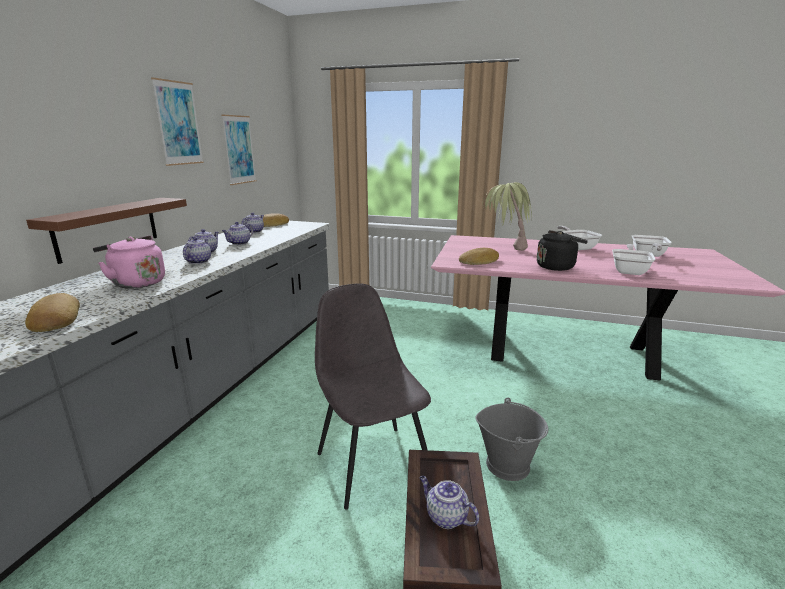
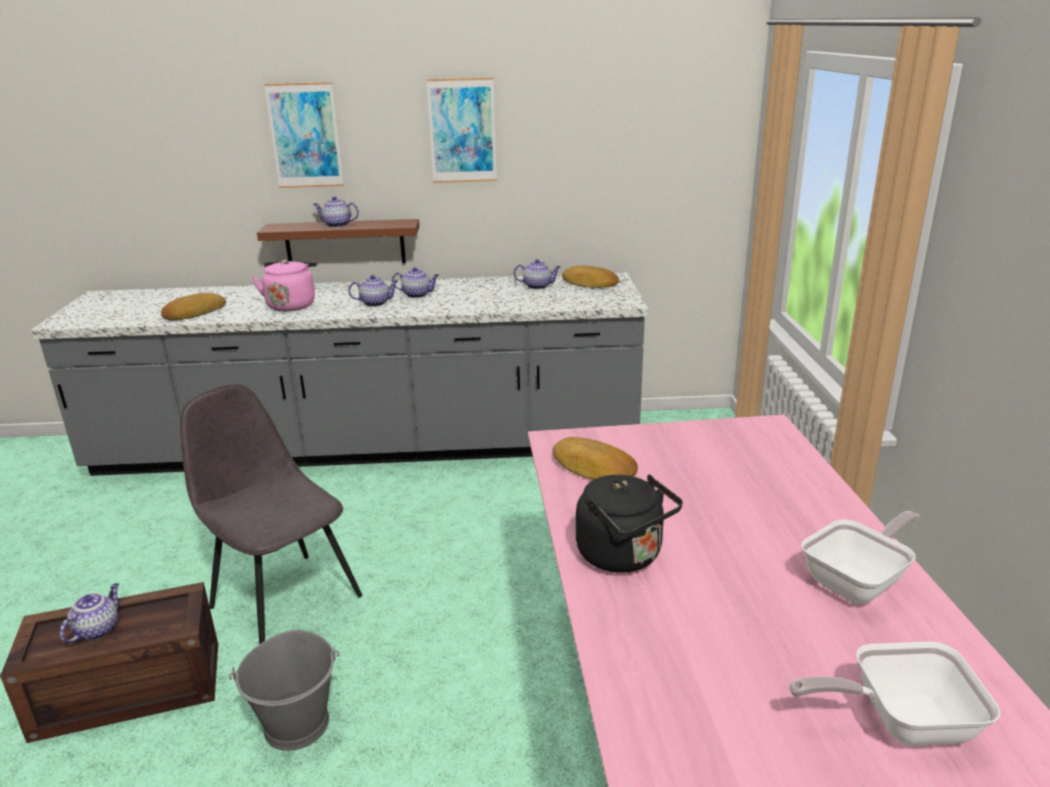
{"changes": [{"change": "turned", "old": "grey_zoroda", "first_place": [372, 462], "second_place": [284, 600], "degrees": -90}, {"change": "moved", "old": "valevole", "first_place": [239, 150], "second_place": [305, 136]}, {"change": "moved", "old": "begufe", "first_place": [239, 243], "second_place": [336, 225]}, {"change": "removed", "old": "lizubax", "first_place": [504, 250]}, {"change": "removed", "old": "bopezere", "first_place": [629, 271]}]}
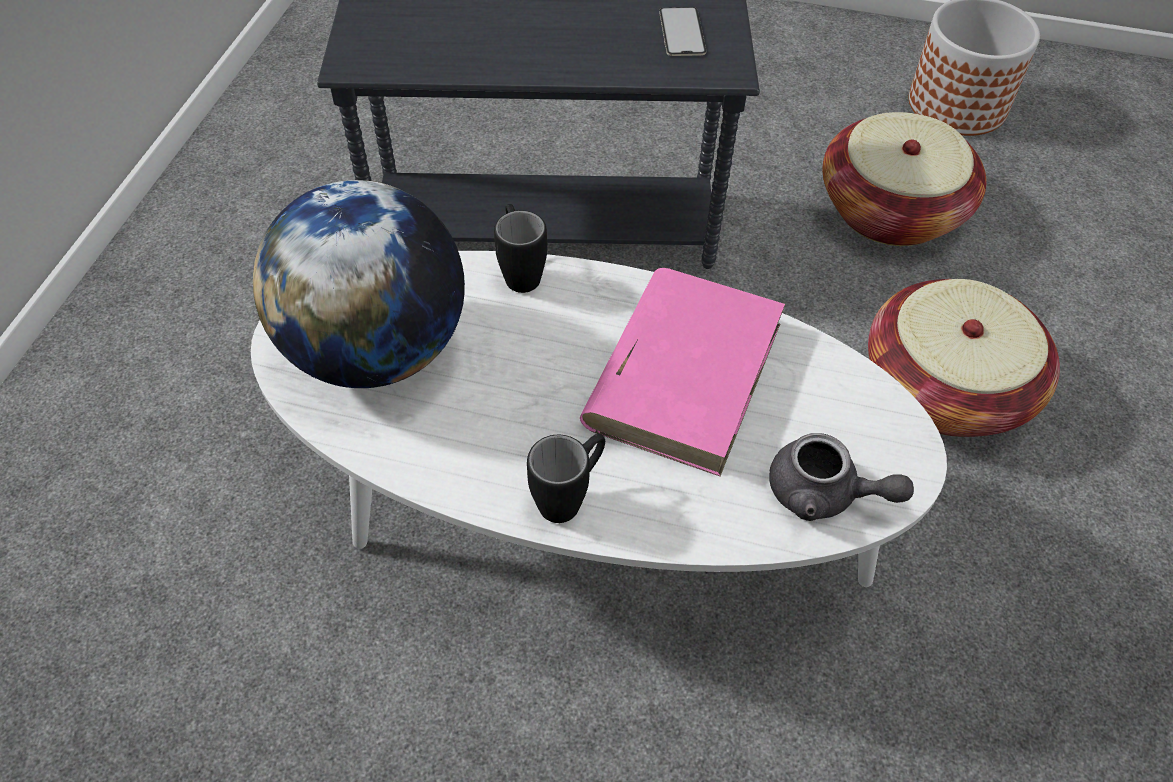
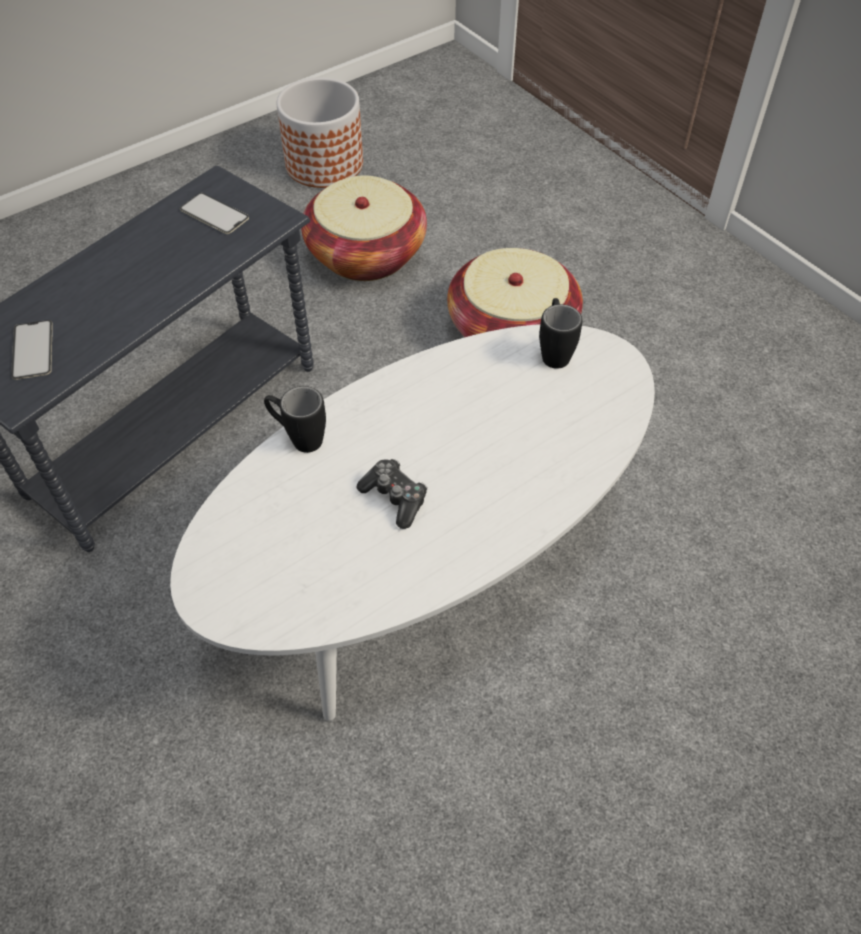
{"changes": [{"change": "added", "new": "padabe", "second_place": [32, 350]}, {"change": "added", "new": "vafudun", "second_place": [395, 497]}, {"change": "moved", "old": "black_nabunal", "first_place": [570, 496], "second_place": [554, 351]}, {"change": "removed", "old": "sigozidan", "first_place": [376, 350]}, {"change": "removed", "old": "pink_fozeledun", "first_place": [684, 372]}, {"change": "removed", "old": "grey_begufe", "first_place": [824, 494]}]}
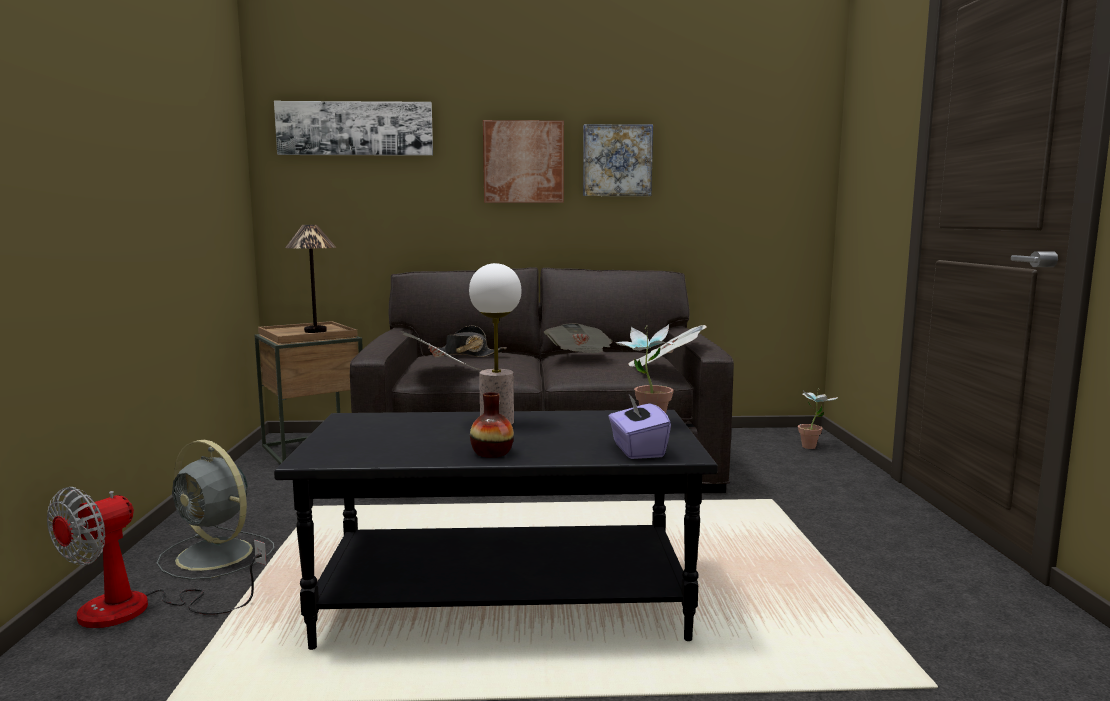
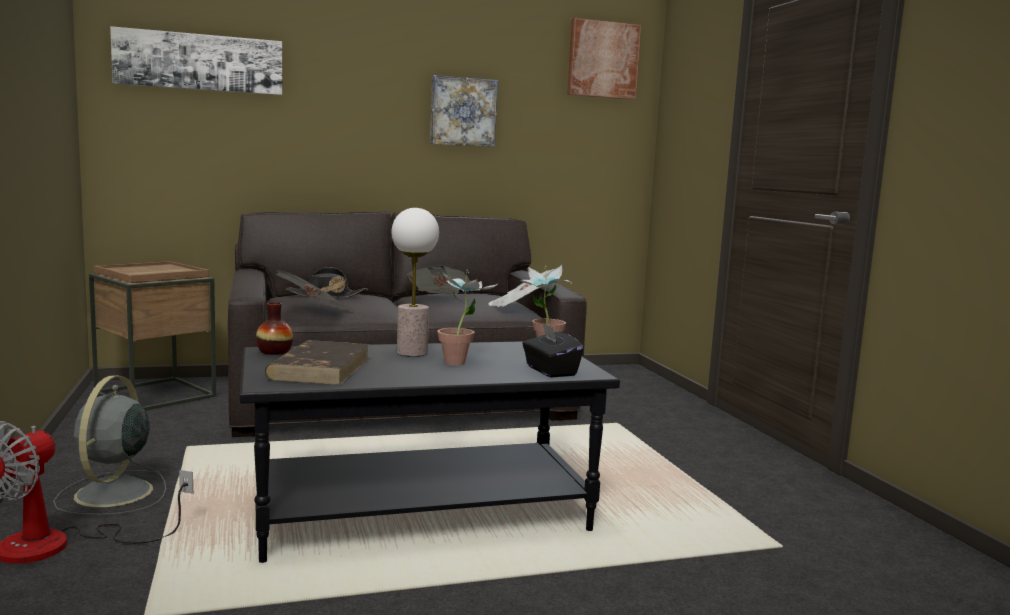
{"changes": [{"change": "turned", "old": "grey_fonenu", "first_place": [217, 555], "second_place": [112, 494], "degrees": 75}, {"change": "moved", "old": "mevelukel", "first_place": [492, 453], "second_place": [274, 352]}, {"change": "added", "new": "brown_fozeledun", "second_place": [320, 368]}, {"change": "moved", "old": "lizubax", "first_place": [813, 446], "second_place": [462, 362]}, {"change": "recoloured", "old": "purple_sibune", "new": "black_sibune", "first_place": [637, 450], "second_place": [550, 371]}, {"change": "moved", "old": "valevole", "first_place": [523, 162], "second_place": [603, 60]}, {"change": "removed", "old": "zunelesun", "first_place": [316, 331]}]}
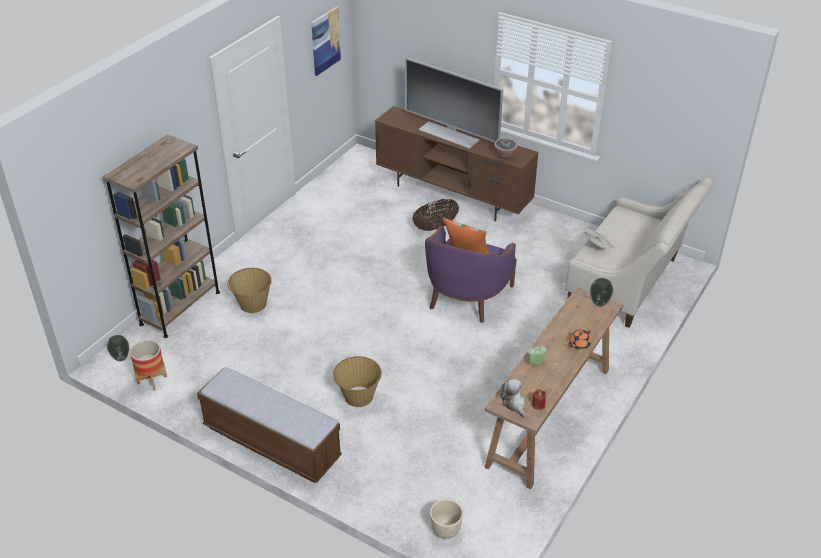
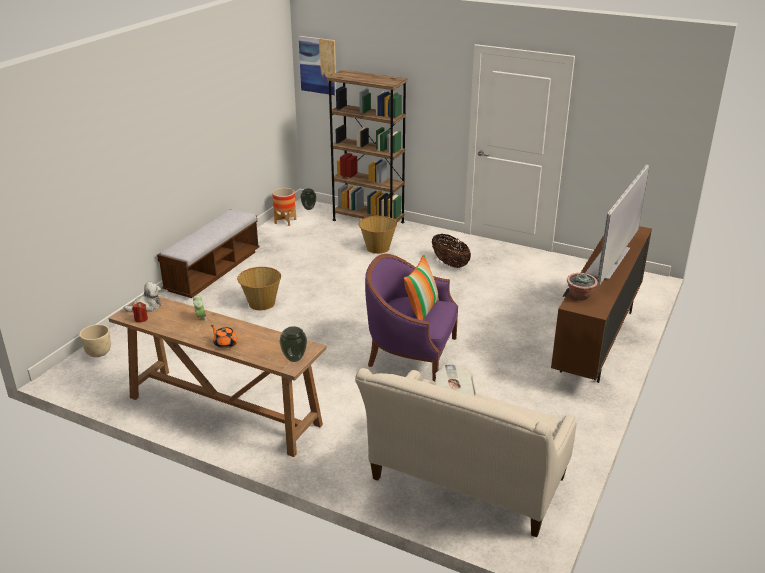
{"changes": [{"change": "moved", "old": "valevole", "first_place": [325, 41], "second_place": [318, 65]}, {"change": "moved", "old": "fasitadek", "first_place": [435, 226], "second_place": [450, 263]}]}
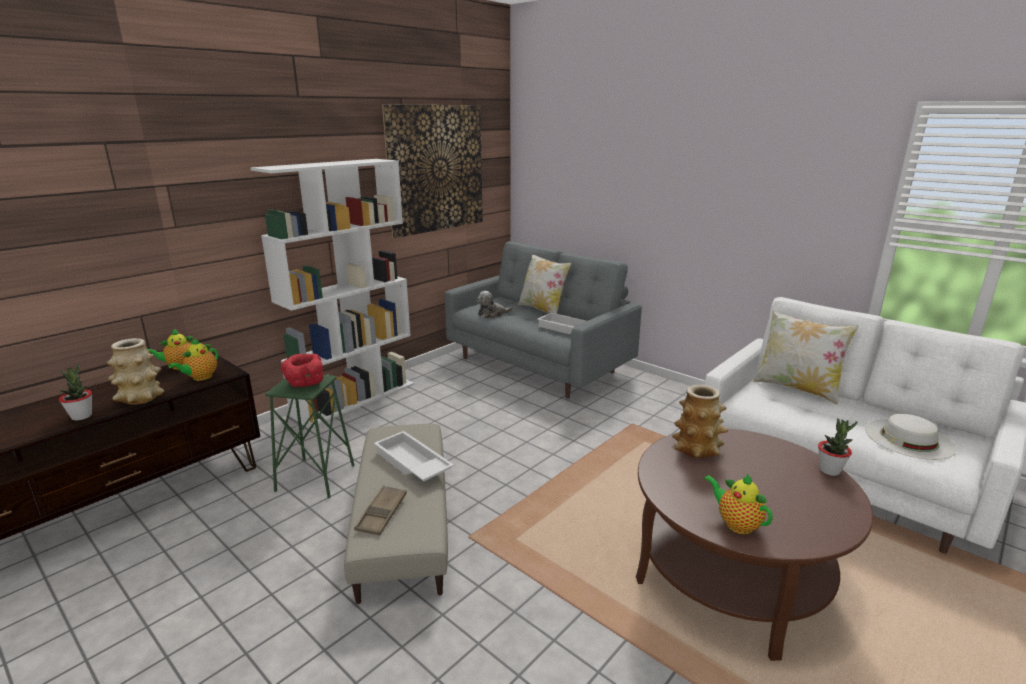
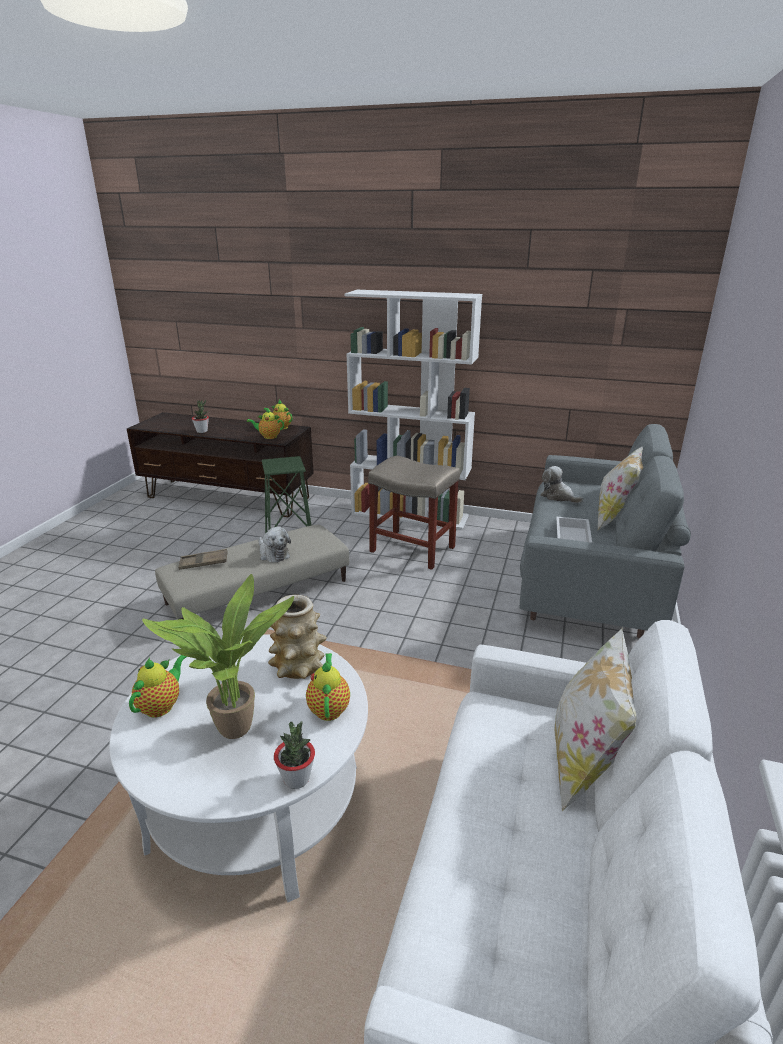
{"changes": [{"change": "recoloured", "old": "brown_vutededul", "new": "white_vutededul", "first_place": [732, 578], "second_place": [257, 806]}, {"change": "added", "new": "lizubax", "second_place": [238, 733]}, {"change": "replaced", "old": "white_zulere", "new": "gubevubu", "first_place": [411, 464], "second_place": [273, 554]}, {"change": "added", "new": "begufe", "second_place": [329, 708]}, {"change": "added", "new": "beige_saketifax", "second_place": [413, 549]}, {"change": "removed", "old": "mevelukel", "first_place": [140, 398]}, {"change": "removed", "old": "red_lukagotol", "first_place": [305, 384]}, {"change": "removed", "old": "valevole", "first_place": [436, 169]}, {"change": "removed", "old": "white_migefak", "first_place": [908, 438]}]}
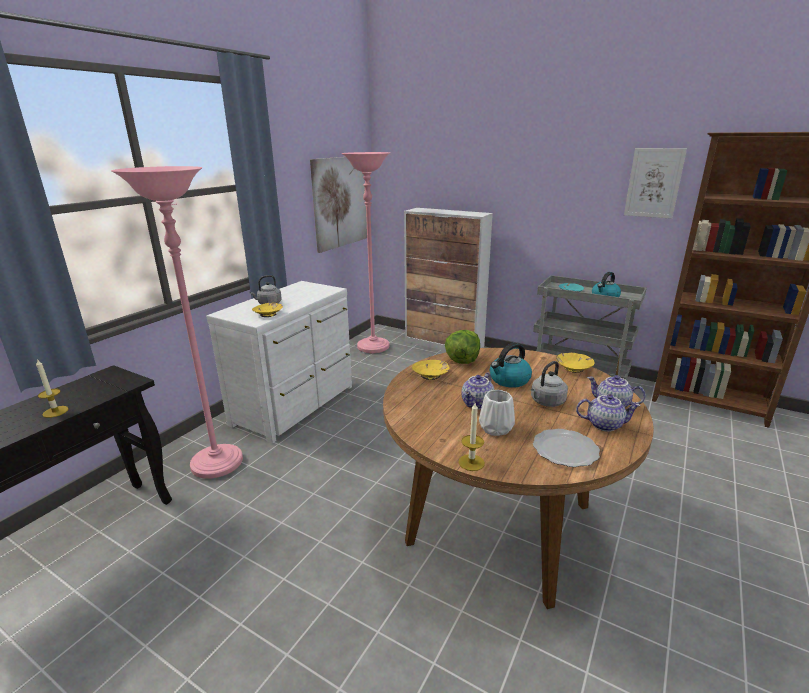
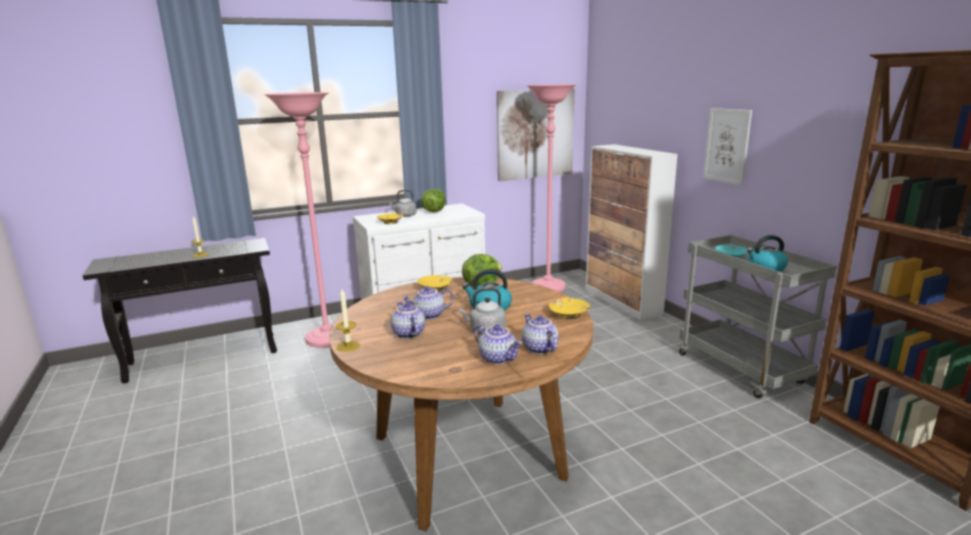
{"changes": [{"change": "replaced", "old": "white_mevelukel", "new": "begufe", "first_place": [496, 429], "second_place": [408, 334]}, {"change": "added", "new": "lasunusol", "second_place": [433, 211]}, {"change": "moved", "old": "valevole", "first_place": [654, 183], "second_place": [727, 146]}, {"change": "removed", "old": "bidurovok", "first_place": [564, 449]}]}
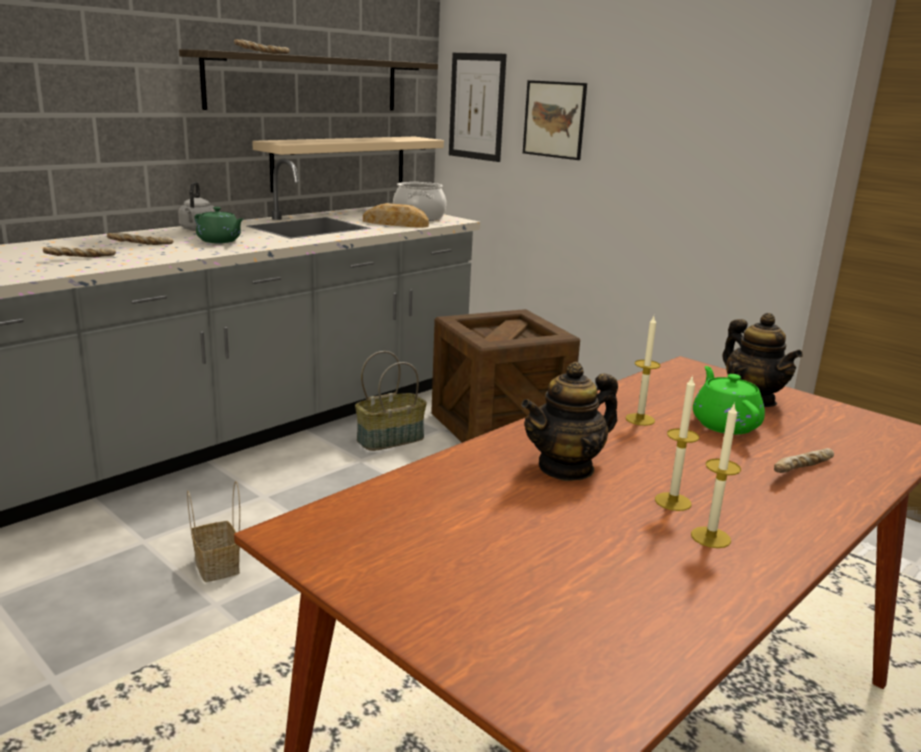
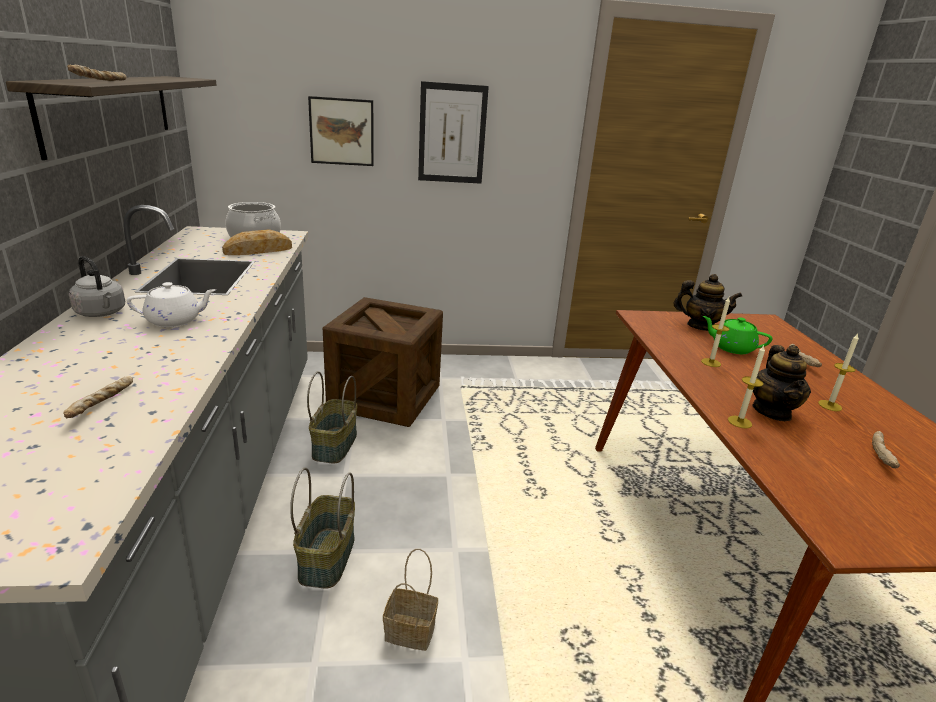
{"changes": [{"change": "recoloured", "old": "green_begufe", "new": "white_begufe", "first_place": [220, 241], "second_place": [175, 320]}, {"change": "added", "new": "fasitadek", "second_place": [326, 557]}, {"change": "moved", "old": "valevole", "first_place": [477, 107], "second_place": [452, 134]}, {"change": "moved", "old": "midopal", "first_place": [710, 537], "second_place": [739, 422]}, {"change": "moved", "old": "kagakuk", "first_place": [141, 245], "second_place": [883, 456]}, {"change": "removed", "old": "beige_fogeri", "first_place": [340, 162]}]}
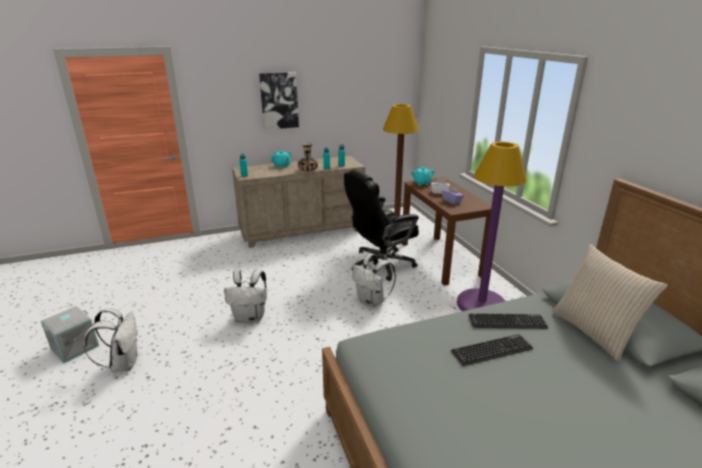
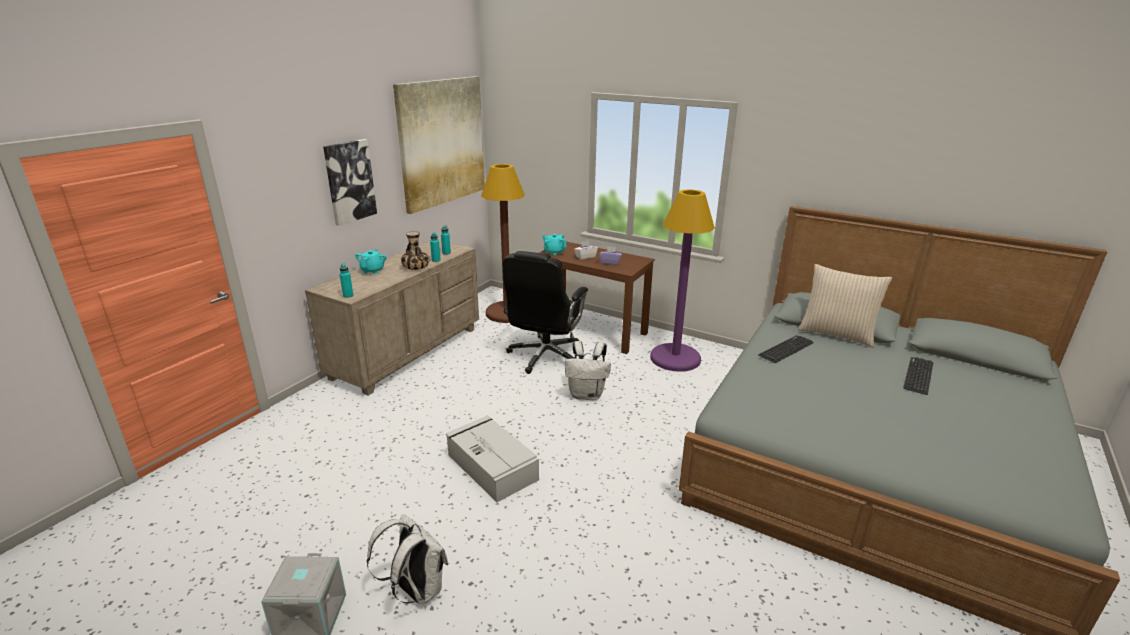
{"changes": [{"change": "added", "new": "valevole", "second_place": [442, 142]}, {"change": "replaced", "old": "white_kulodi", "new": "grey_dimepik", "first_place": [250, 318], "second_place": [491, 466]}, {"change": "moved", "old": "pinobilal", "first_place": [491, 350], "second_place": [918, 376]}]}
